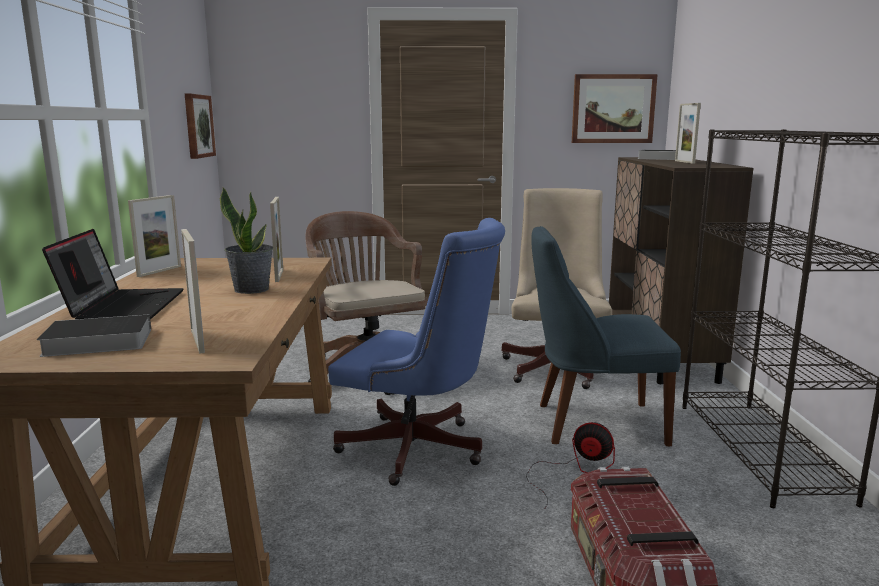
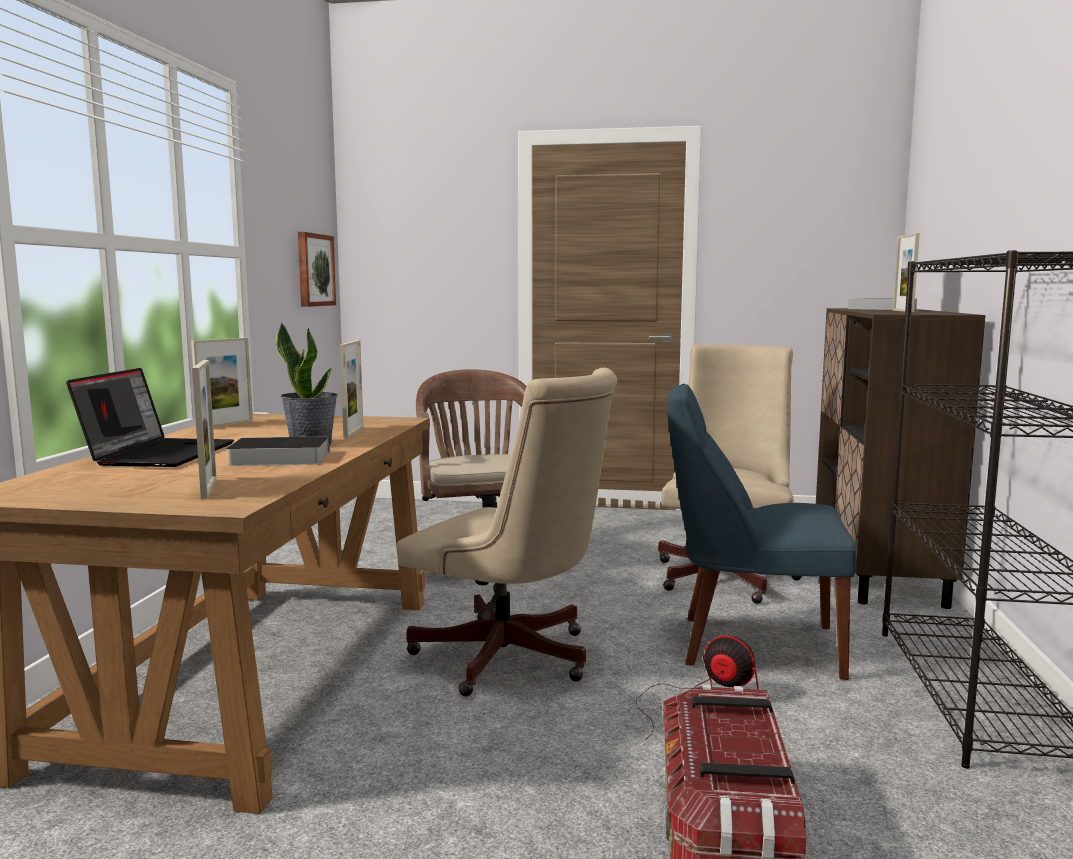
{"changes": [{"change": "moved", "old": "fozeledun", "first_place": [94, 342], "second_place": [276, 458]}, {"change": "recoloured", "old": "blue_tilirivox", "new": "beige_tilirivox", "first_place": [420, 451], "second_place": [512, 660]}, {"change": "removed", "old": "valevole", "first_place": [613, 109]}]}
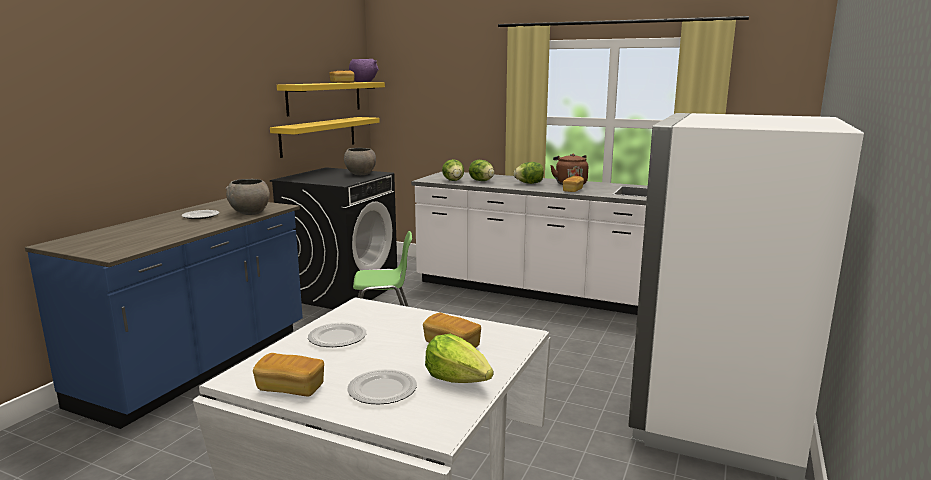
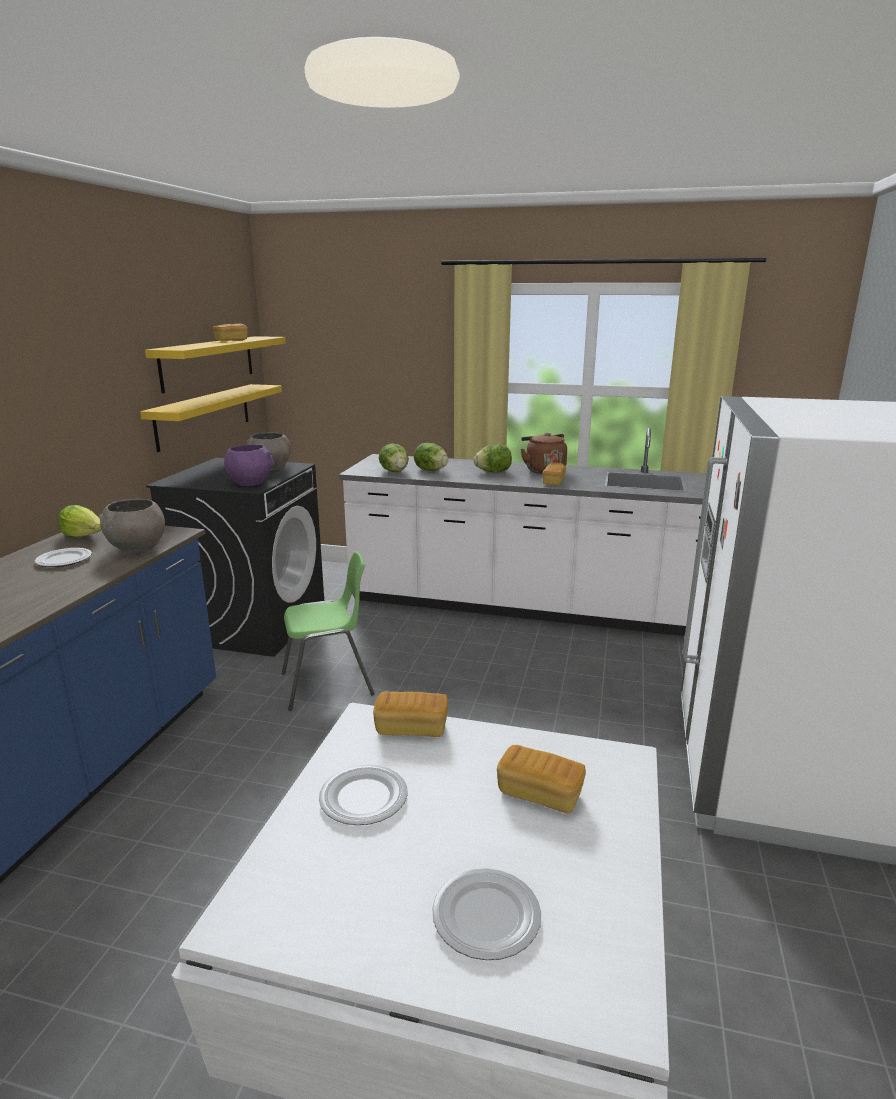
{"changes": [{"change": "moved", "old": "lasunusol", "first_place": [458, 379], "second_place": [85, 536]}, {"change": "moved", "old": "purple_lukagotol", "first_place": [364, 82], "second_place": [250, 483]}, {"change": "moved", "old": "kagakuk", "first_place": [290, 388], "second_place": [411, 728]}]}
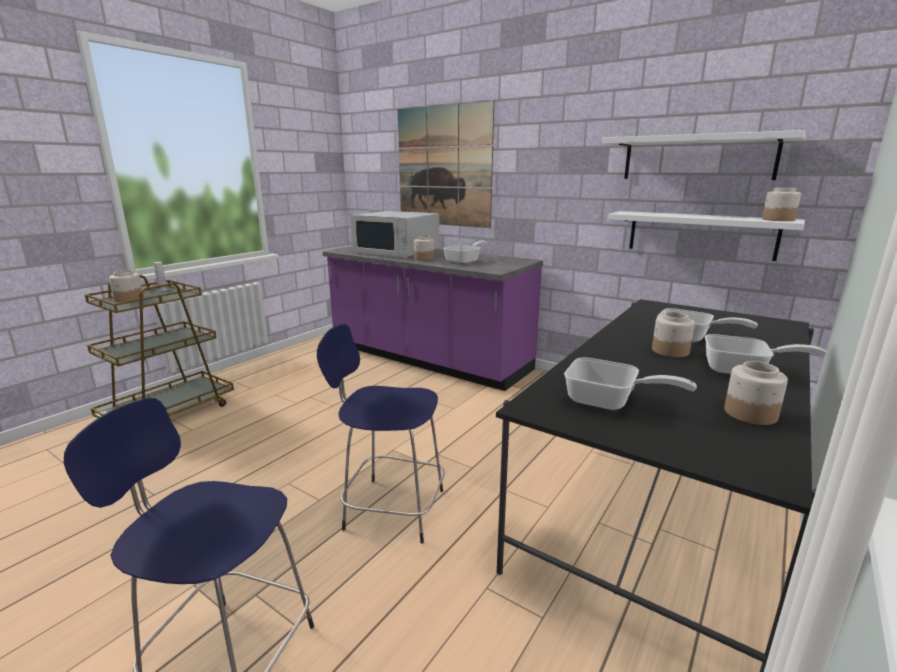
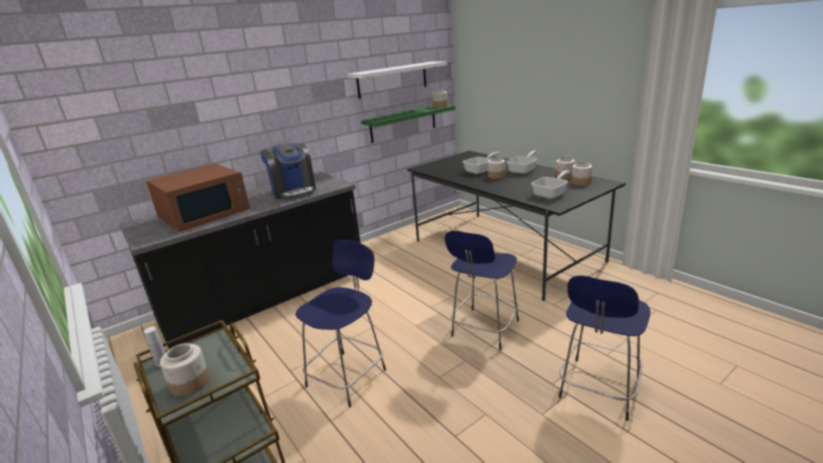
{"changes": [{"change": "recoloured", "old": "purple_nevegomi", "new": "black_nevegomi", "first_place": [428, 359], "second_place": [267, 297]}, {"change": "recoloured", "old": "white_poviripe", "new": "brown_poviripe", "first_place": [397, 251], "second_place": [205, 213]}, {"change": "replaced", "old": "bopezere", "new": "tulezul", "first_place": [465, 261], "second_place": [293, 191]}, {"change": "added", "new": "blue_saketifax", "second_place": [348, 376]}, {"change": "recoloured", "old": "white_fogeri", "new": "green_fogeri", "first_place": [700, 234], "second_place": [403, 123]}, {"change": "moved", "old": "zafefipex", "first_place": [424, 258], "second_place": [581, 182]}, {"change": "removed", "old": "valevole", "first_place": [443, 167]}]}
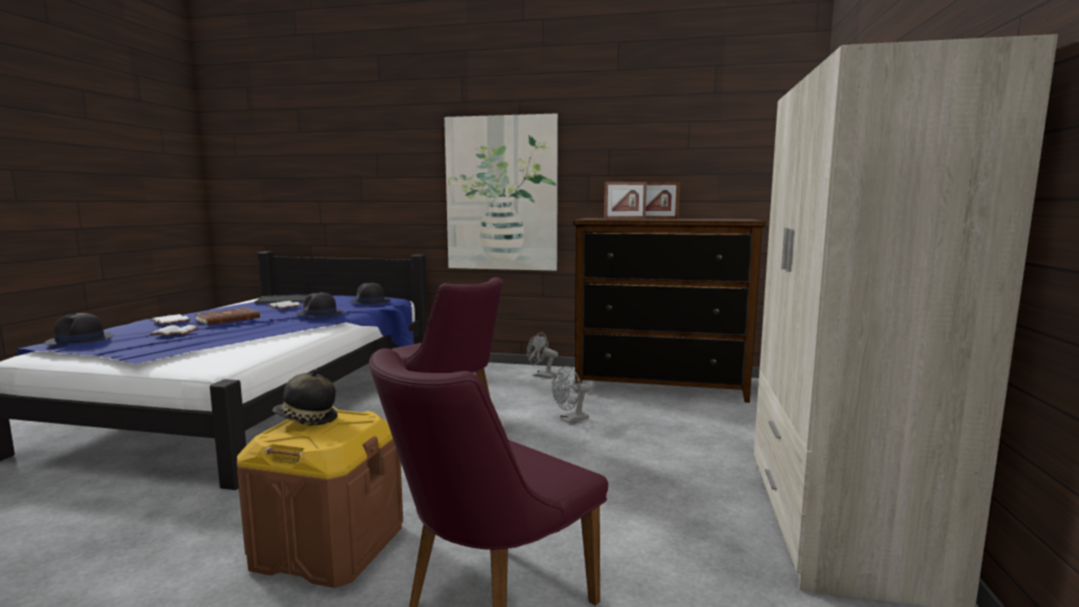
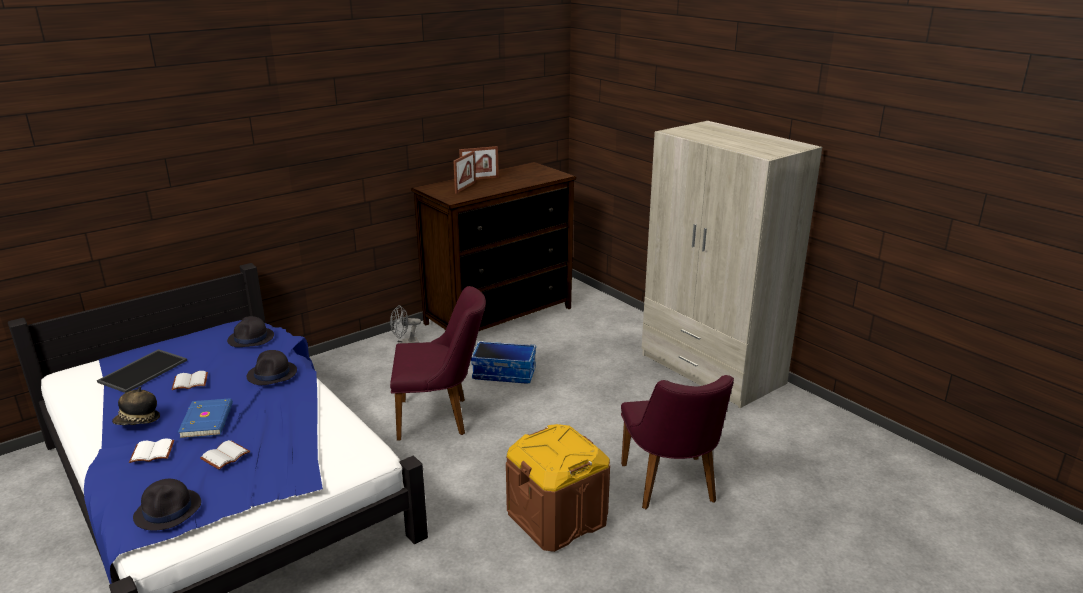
{"changes": [{"change": "moved", "old": "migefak", "first_place": [306, 420], "second_place": [138, 422]}, {"change": "recoloured", "old": "brown_fozeledun", "new": "blue_fozeledun", "first_place": [228, 319], "second_place": [208, 420]}, {"change": "replaced", "old": "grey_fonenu", "new": "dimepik", "first_place": [570, 420], "second_place": [504, 373]}, {"change": "removed", "old": "valevole", "first_place": [501, 194]}]}
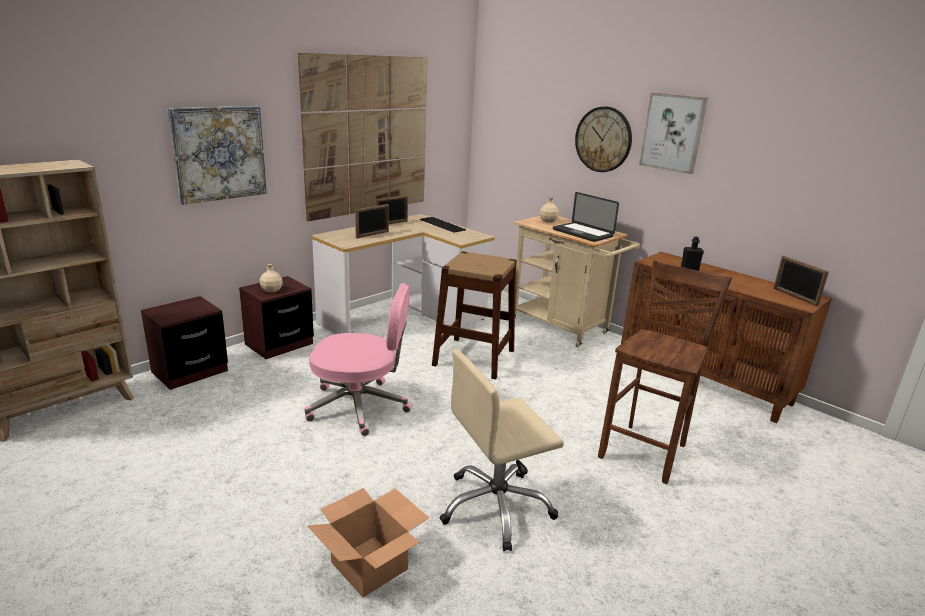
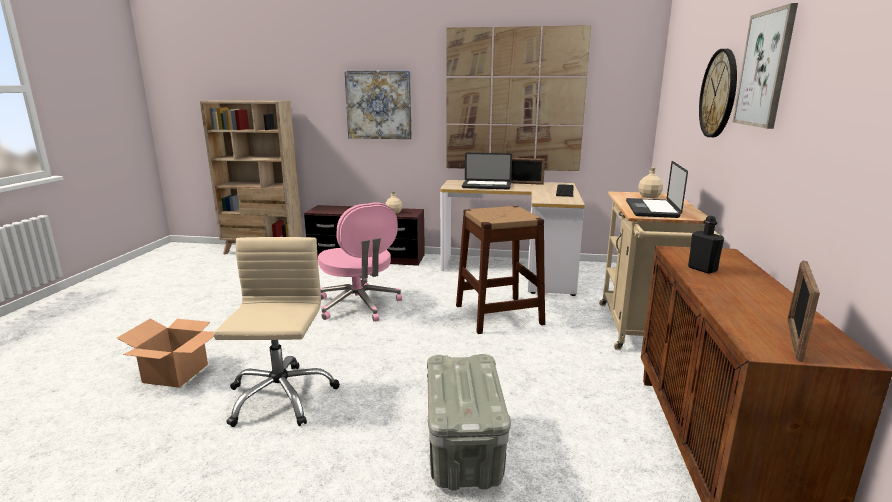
{"changes": [{"change": "turned", "old": "beige_tilirivox", "first_place": [496, 507], "second_place": [280, 397], "degrees": 60}, {"change": "replaced", "old": "brown_saketifax", "new": "grey_dimepik", "first_place": [646, 451], "second_place": [464, 450]}, {"change": "replaced", "old": "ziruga", "new": "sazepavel", "first_place": [372, 234], "second_place": [486, 186]}]}
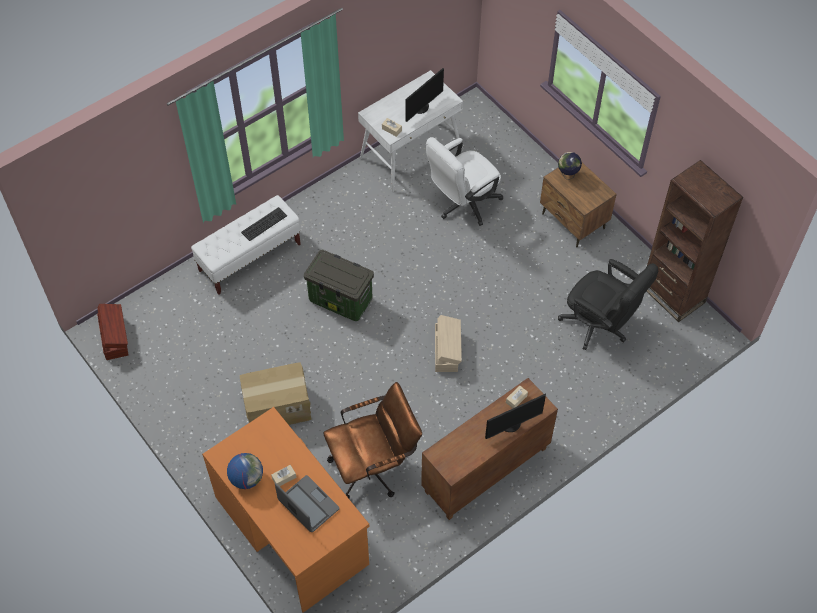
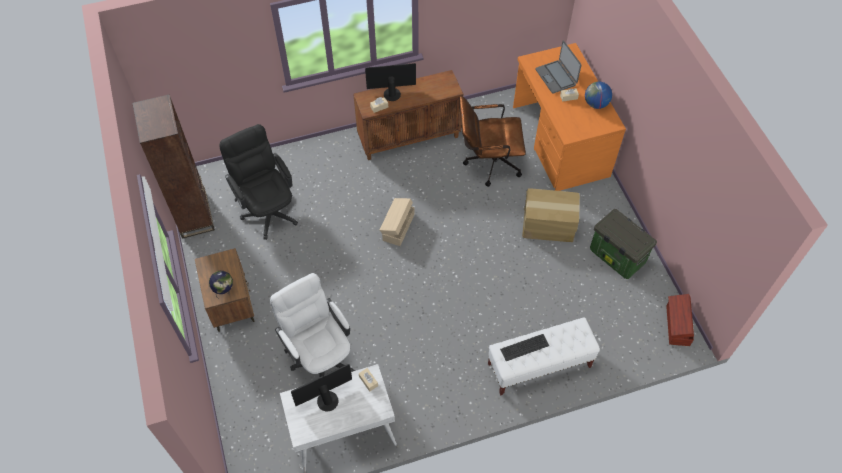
{"changes": [{"change": "turned", "old": "white_tilirivox", "first_place": [463, 204], "second_place": [320, 355], "degrees": -105}, {"change": "moved", "old": "dimepik", "first_place": [341, 300], "second_place": [616, 256]}]}
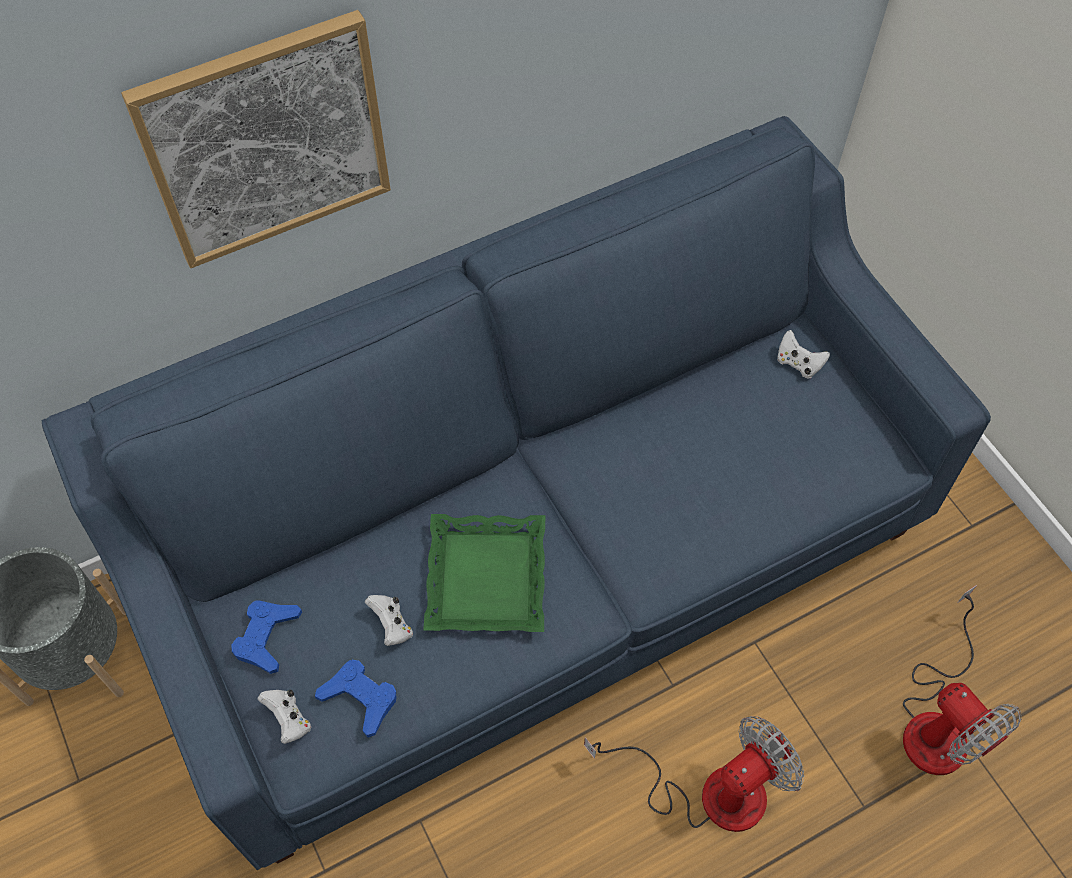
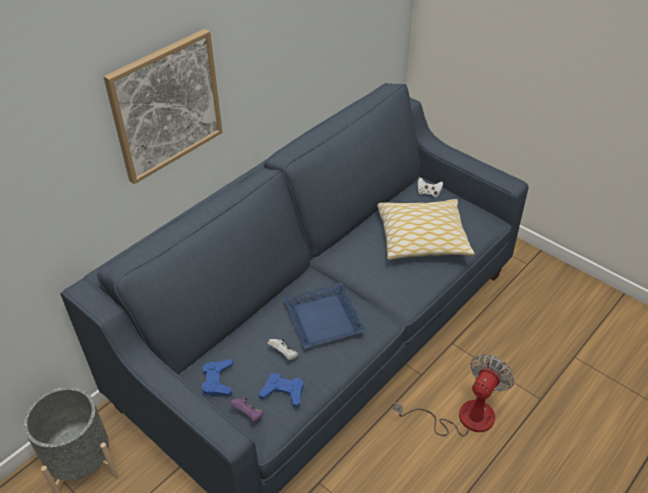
{"changes": [{"change": "recoloured", "old": "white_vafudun", "new": "purple_vafudun", "first_place": [289, 720], "second_place": [248, 414]}, {"change": "recoloured", "old": "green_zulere", "new": "blue_zulere", "first_place": [485, 578], "second_place": [322, 320]}, {"change": "added", "new": "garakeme", "second_place": [422, 238]}, {"change": "removed", "old": "fonenu", "first_place": [938, 721]}]}
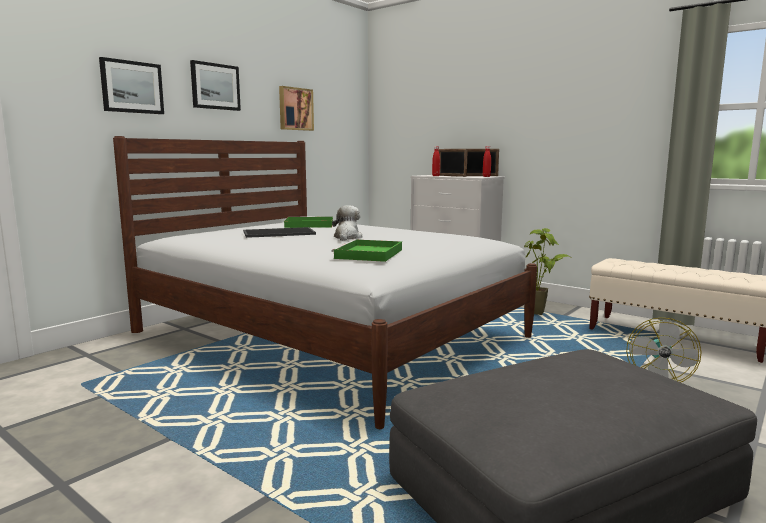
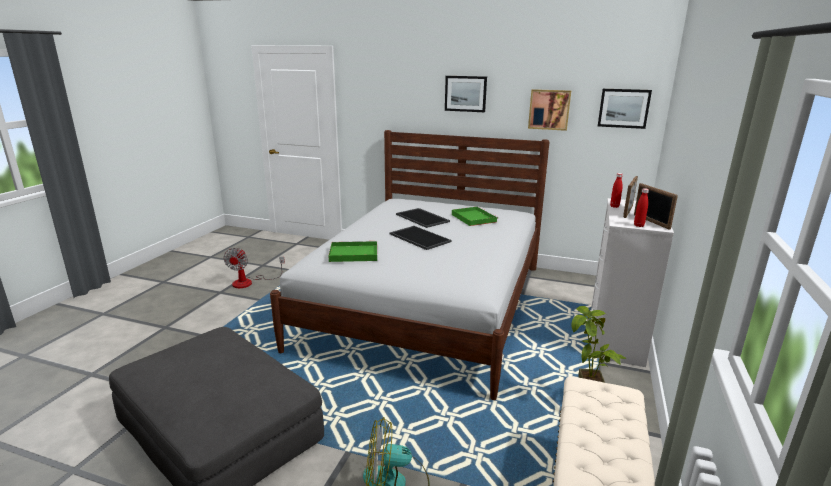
{"changes": [{"change": "added", "new": "fonenu", "second_place": [249, 282]}, {"change": "replaced", "old": "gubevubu", "new": "zulere", "first_place": [347, 237], "second_place": [418, 238]}, {"change": "moved", "old": "valevole", "first_place": [132, 87], "second_place": [623, 108]}]}
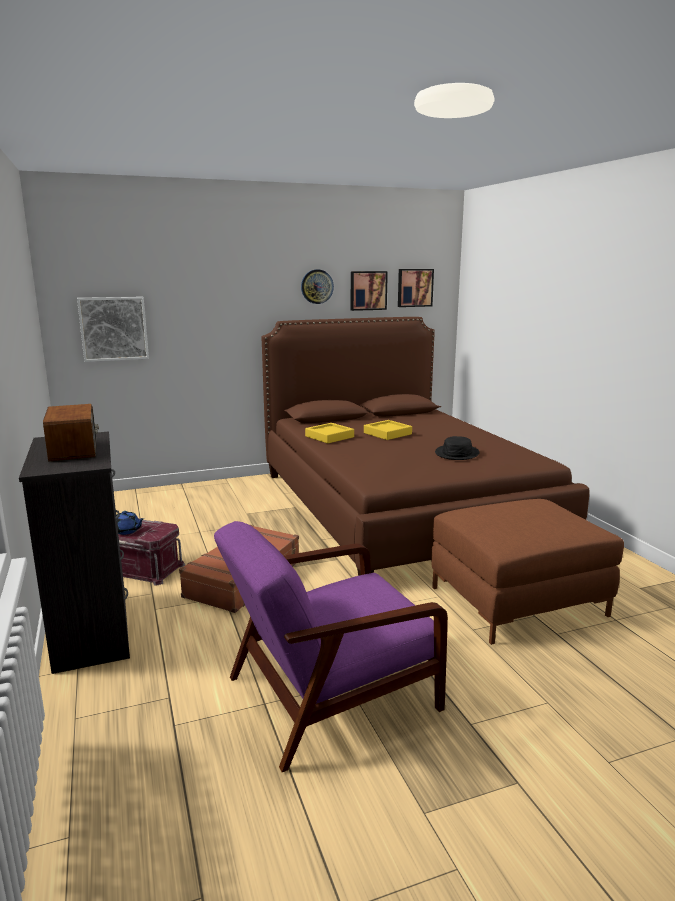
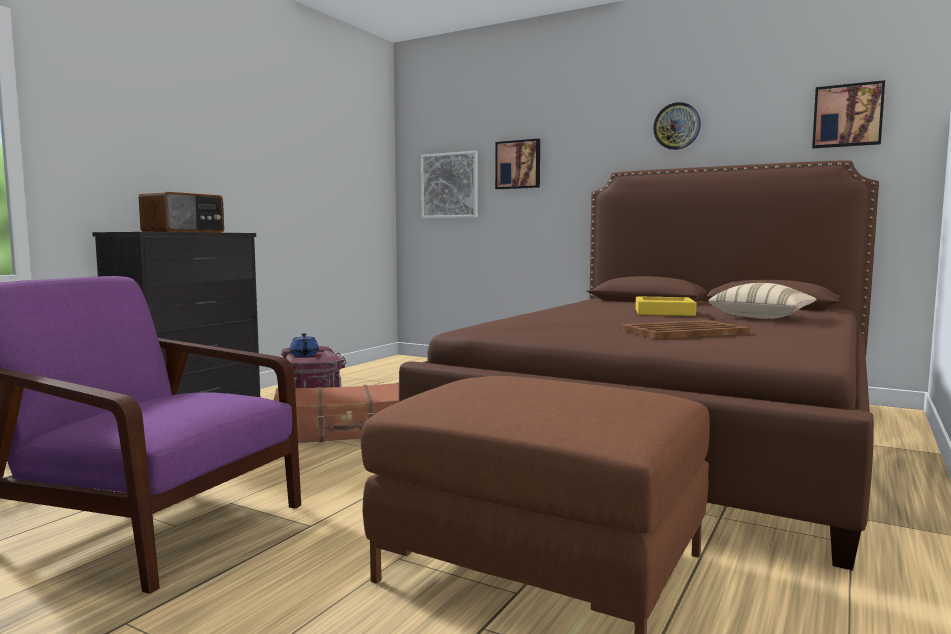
{"changes": [{"change": "moved", "old": "valevole", "first_place": [368, 290], "second_place": [518, 164]}, {"change": "replaced", "old": "black_migefak", "new": "brown_zulere", "first_place": [457, 453], "second_place": [684, 332]}, {"change": "added", "new": "beige_garakeme", "second_place": [761, 317]}, {"change": "removed", "old": "yellow_zulere", "first_place": [329, 437]}]}
